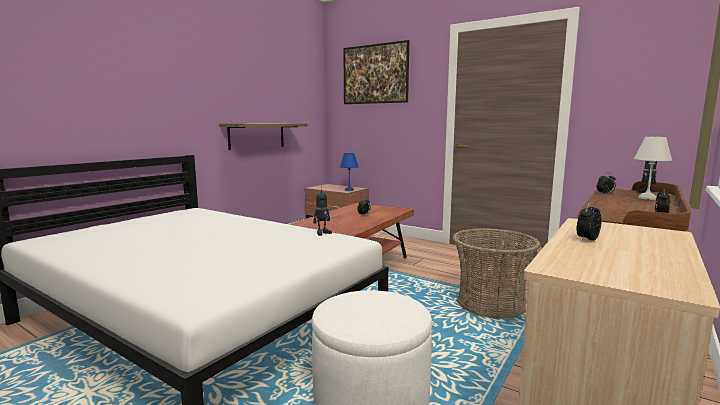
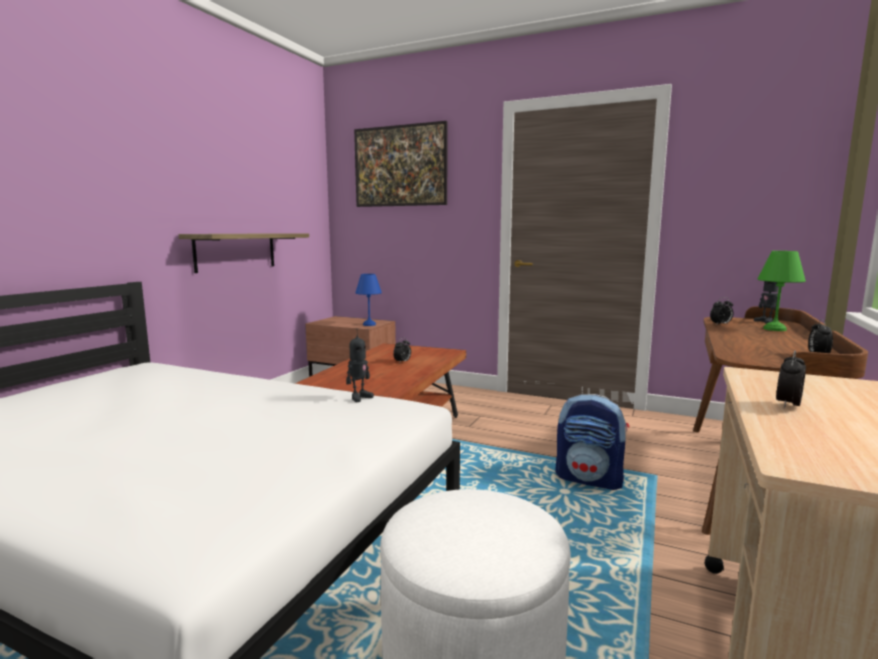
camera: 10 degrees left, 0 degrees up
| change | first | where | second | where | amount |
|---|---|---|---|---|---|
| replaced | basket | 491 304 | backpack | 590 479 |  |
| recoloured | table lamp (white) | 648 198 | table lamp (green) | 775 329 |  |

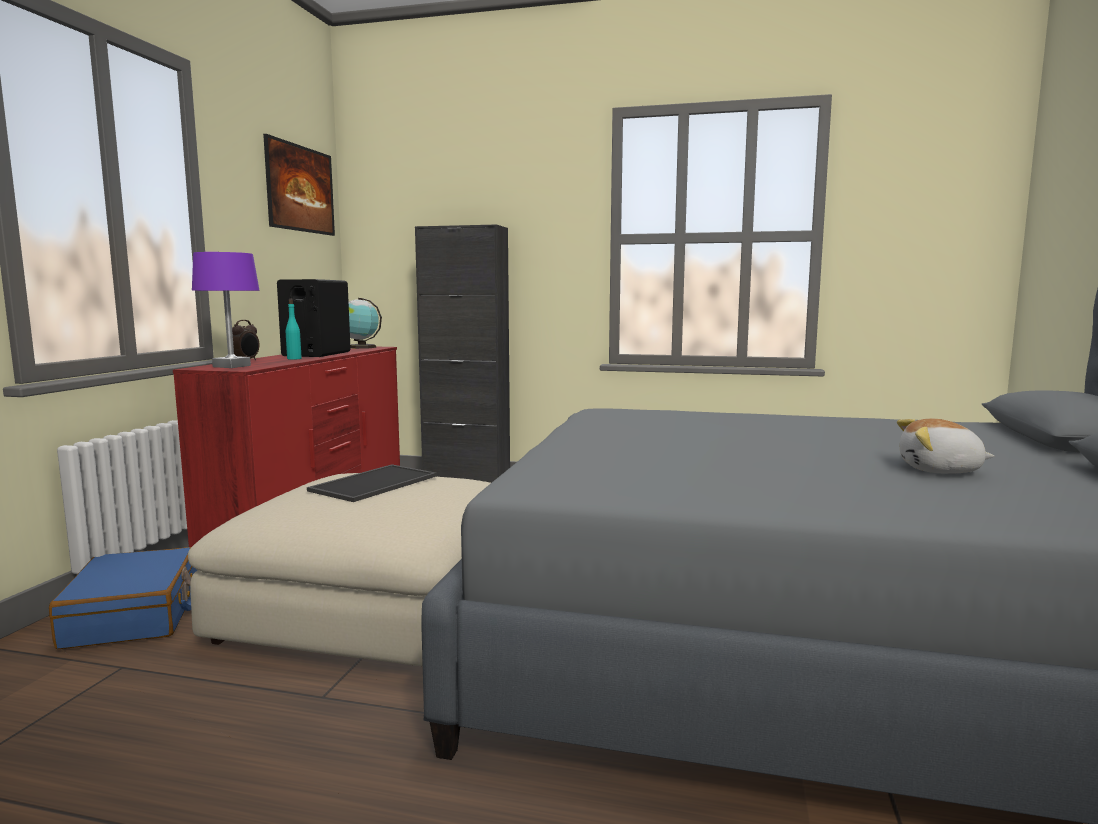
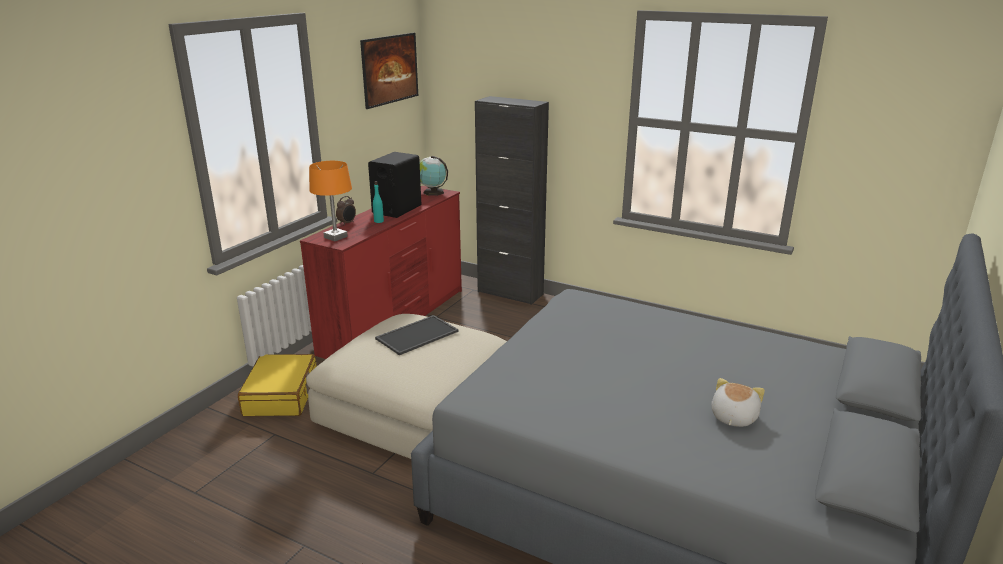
camera: 15 degrees right, 15 degrees up
| change | first | where | second | where | amount |
|---|---|---|---|---|---|
| recoloured | suitcase (blue) | 134 615 | suitcase (yellow) | 282 395 |  |
| recoloured | table lamp (purple) | 231 366 | table lamp (orange) | 335 237 |  |
| turned | plush toy | 940 470 |  | 732 417 | 90 degrees clockwise |

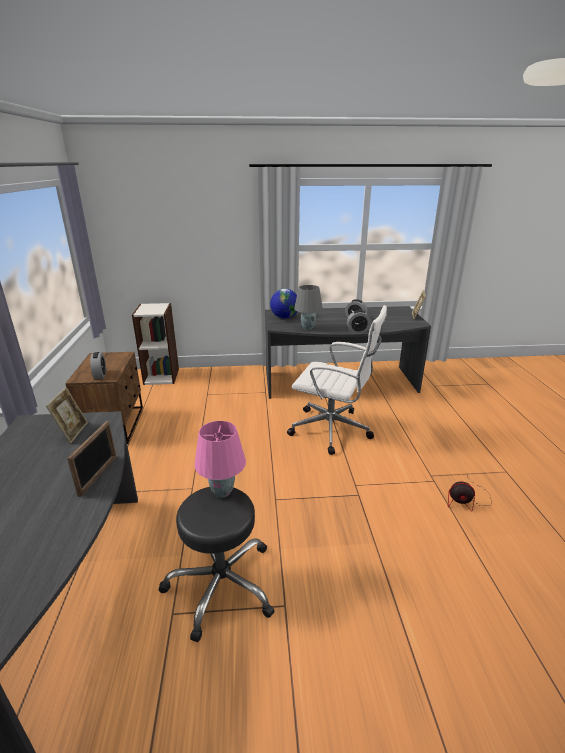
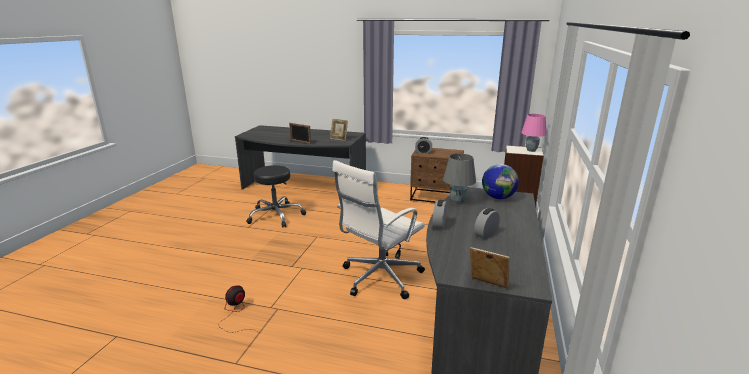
camera: 110 degrees right, 5 degrees down
| change | first | where | second | where | amount |
|---|---|---|---|---|---|
| moved | table lamp (pink) | 223 492 |  | 531 150 |  |

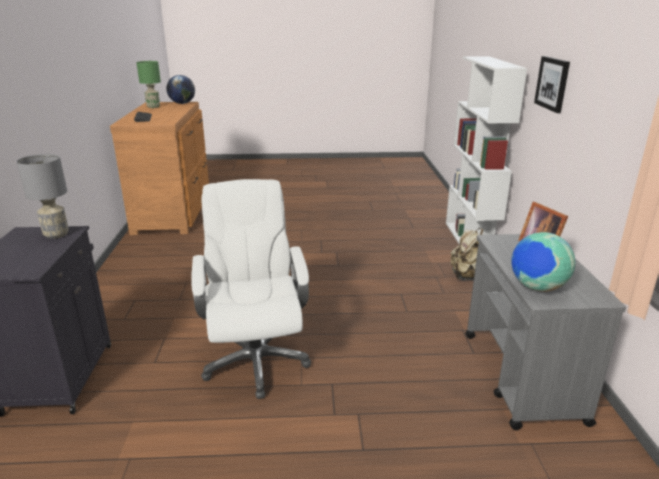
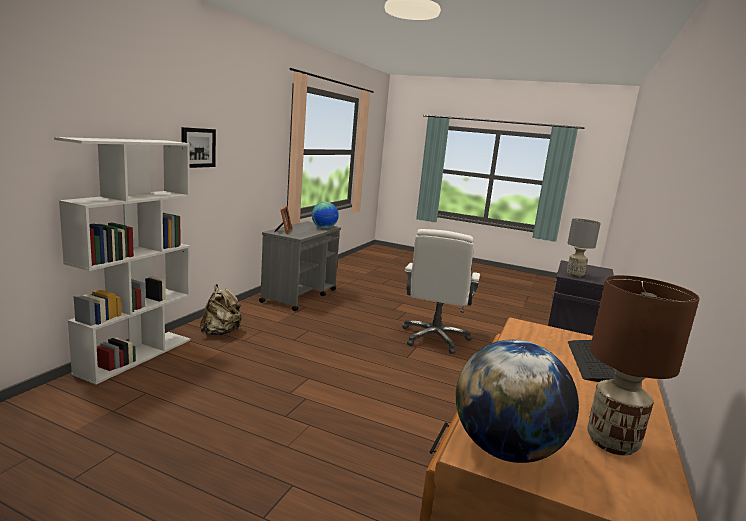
camera: 155 degrees left, 10 degrees down
| change | first | where | second | where | amount |
|---|---|---|---|---|---|
| recoloured | table lamp (green) | 153 107 | table lamp (brown) | 613 443 |  |

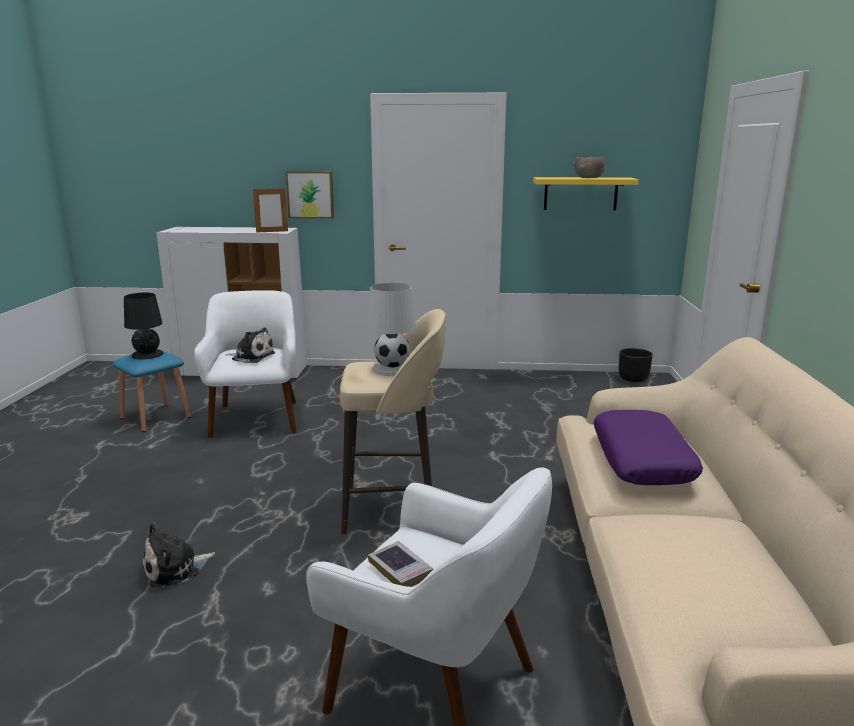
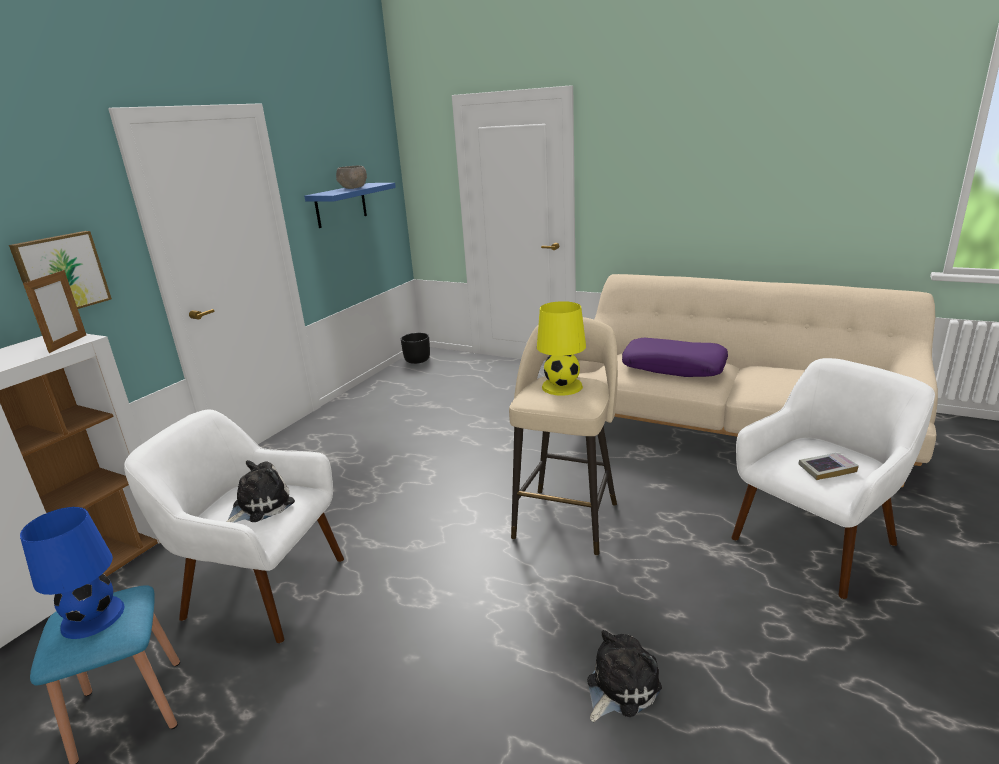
camera: 65 degrees left, 5 degrees up
| change | first | where | second | where | amount |
|---|---|---|---|---|---|
| recoloured | table lamp (black) | 148 354 | table lamp (blue) | 93 616 |  |
| recoloured | table lamp (white) | 392 369 | table lamp (yellow) | 562 387 |  |
| recoloured | shelf (yellow) | 580 193 | shelf (blue) | 341 205 |  |
| turned | plush toy | 175 569 |  | 619 687 | 120 degrees counterclockwise |

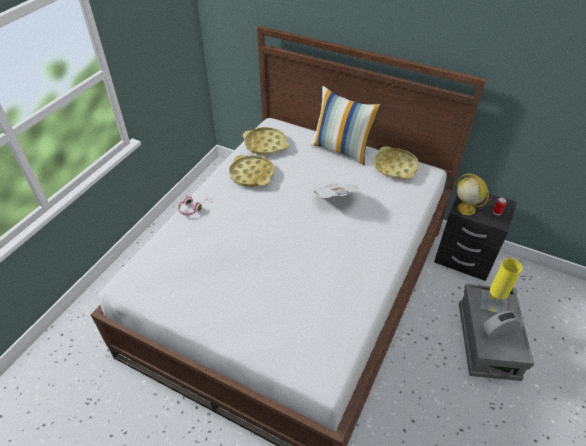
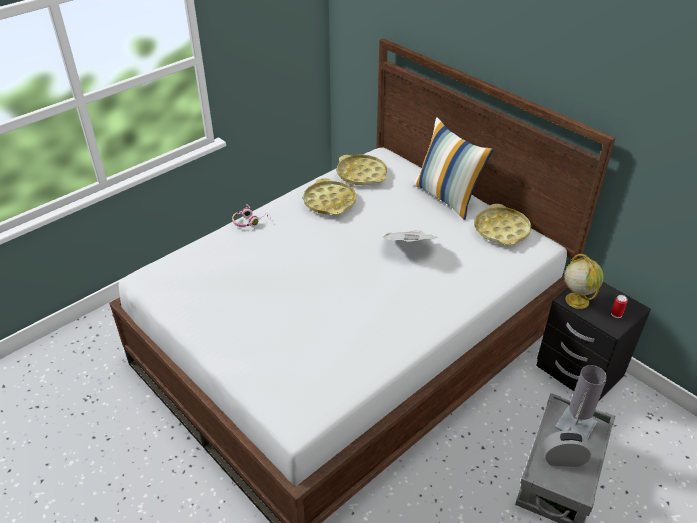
camera: 20 degrees right, 5 degrees down
| change | first | where | second | where | amount |
|---|---|---|---|---|---|
| recoloured | table lamp (yellow) | 493 303 | table lamp (grey) | 575 425 |  |

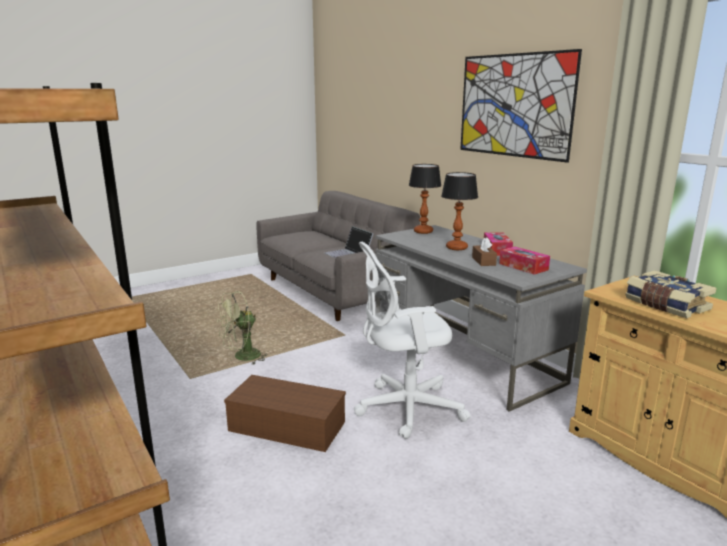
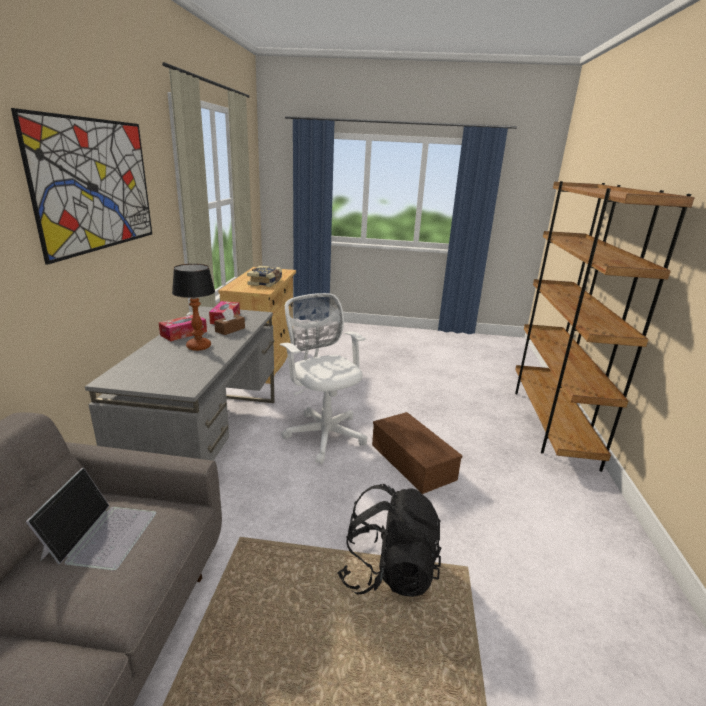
camera: 140 degrees left, 5 degrees up
| change | first | where | second | where | amount |
|---|---|---|---|---|---|
| removed | table lamp | 423 231 |  |  |  |
| replaced | fan (green) | 242 357 | backpack (black) | 388 572 |  |
| turned | office chair (white) | 404 408 |  | 323 433 | 150 degrees counterclockwise |

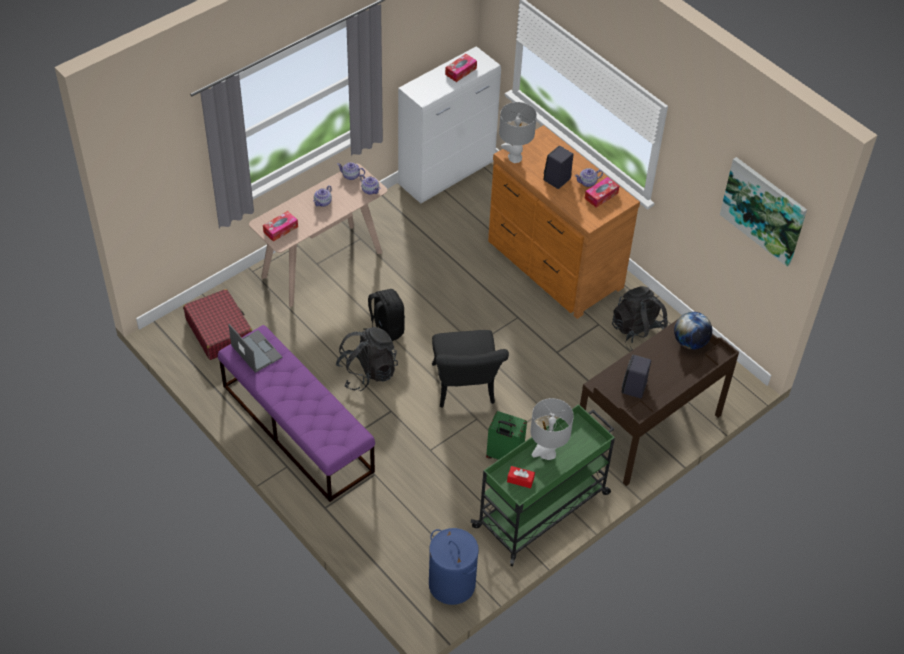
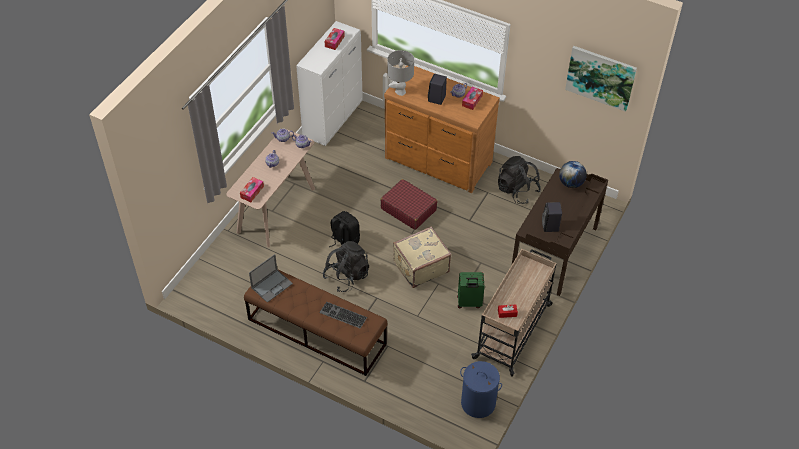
camera: 20 degrees left, 0 degrees up
| change | first | where | second | where | amount |
|---|---|---|---|---|---|
| removed | table lamp (grey) | 547 453 |  |  |  |
| added |  |  | keyboard | 342 315 |  |
| moved | suitcase (red) | 219 331 |  | 408 209 |  |
| replaced | chair (black) | 465 390 | suitcase (beige) | 420 266 |  |
| recoloured | bench (purple) | 297 428 | bench (brown) | 316 331 |  |
| recoloured | cart (green) | 543 509 | cart (beige) | 513 330 |  |
| turned | laptop | 256 351 |  | 272 285 | 105 degrees clockwise |

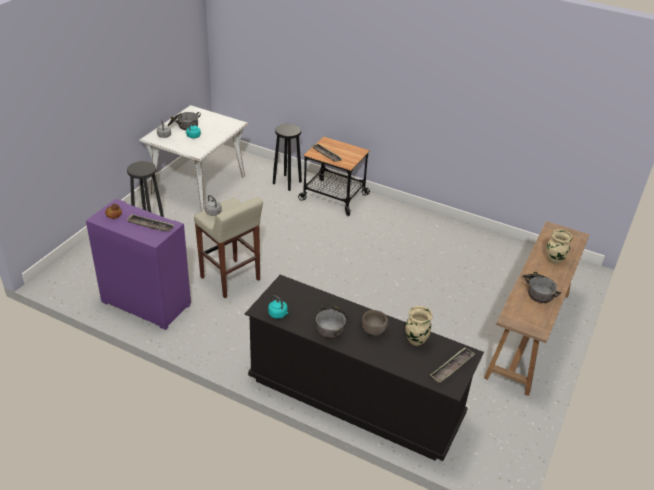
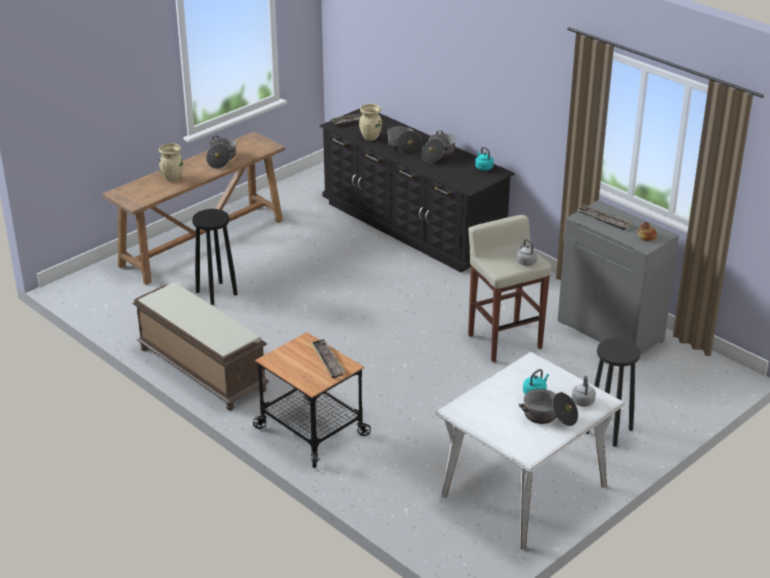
camera: 160 degrees left, 5 degrees down
| change | first | where | second | where | amount |
|---|---|---|---|---|---|
| added |  |  | bench (brown) | 201 369 |  |
| moved | stool (black) | 287 182 |  | 216 293 |  |
| replaced | bowl (brown) | 373 331 | cooking pot | 403 147 |  |
| recoloured | cabinet (purple) | 145 303 | cabinet (grey) | 611 331 |  |

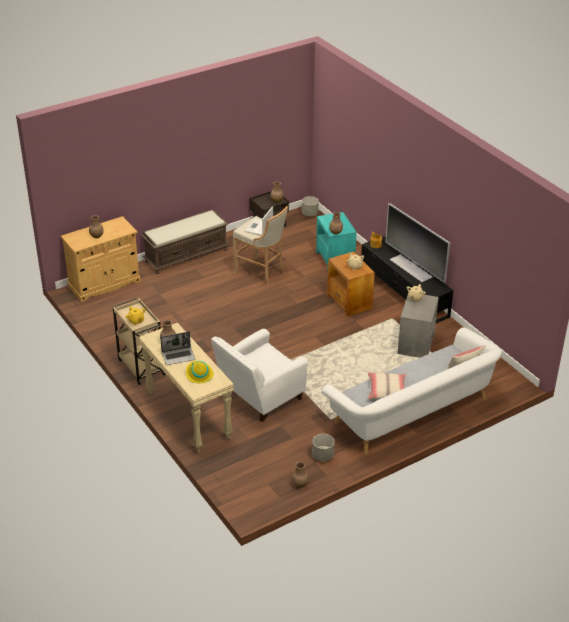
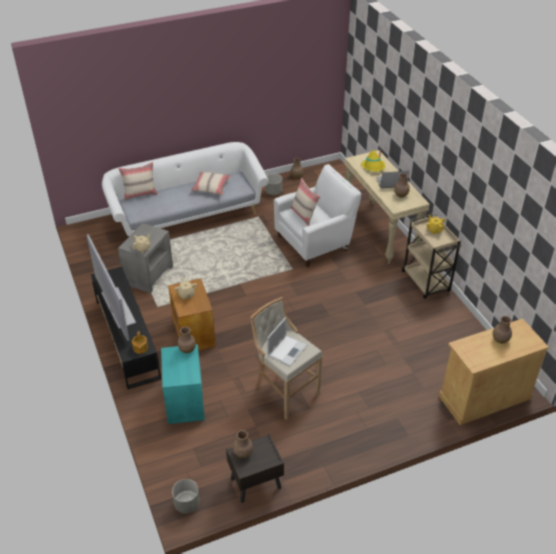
camera: 170 degrees left, 5 degrees up
| change | first | where | second | where | amount |
|---|---|---|---|---|---|
| removed | bench (brown) | 186 255 |  |  |  |
| added |  |  | pillow (beige) | 304 215 |  |

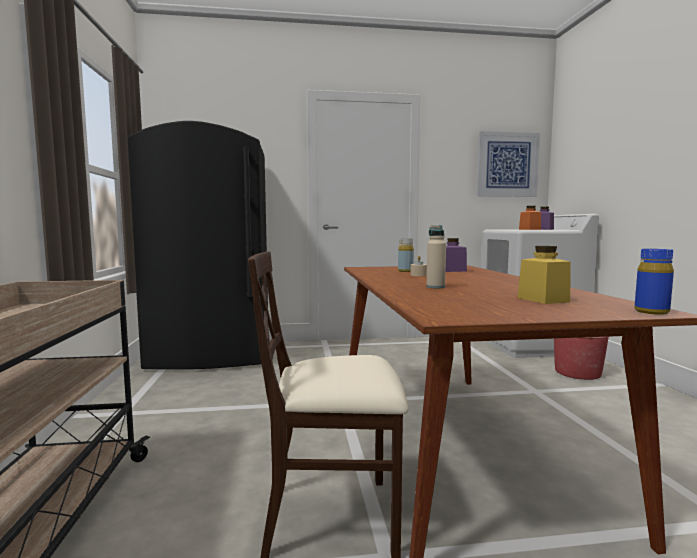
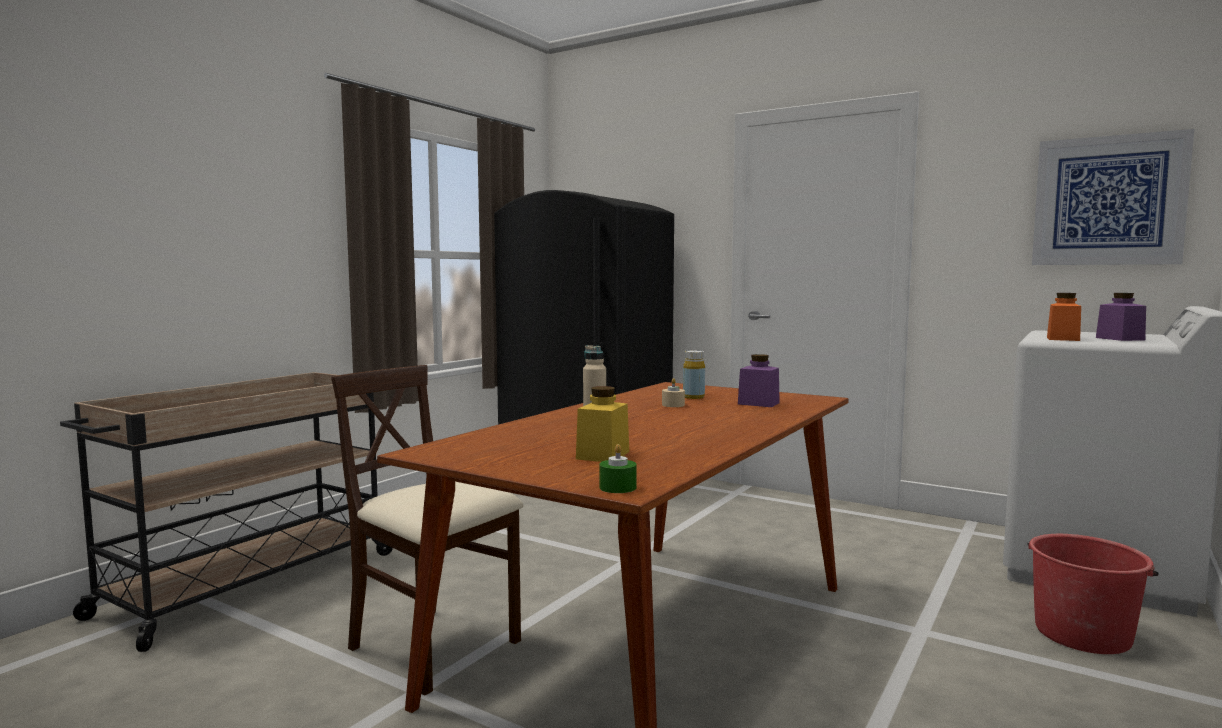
camera: 40 degrees right, 0 degrees up
| change | first | where | second | where | amount |
|---|---|---|---|---|---|
| replaced | bottle (blue) | 651 312 | candle (green) | 617 487 |  |

